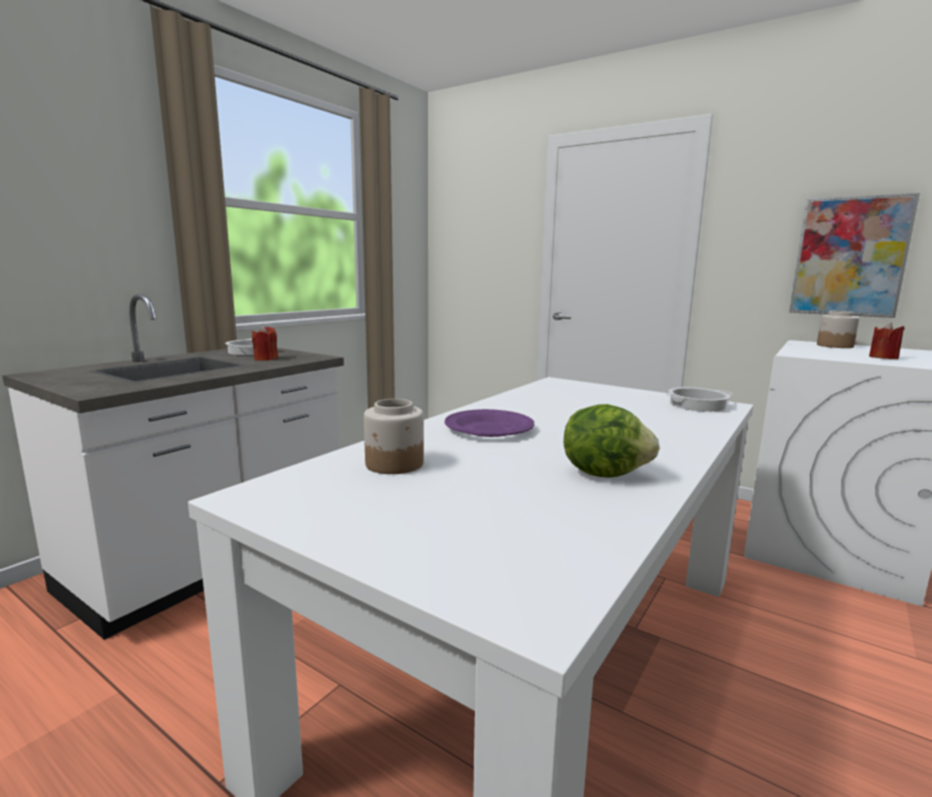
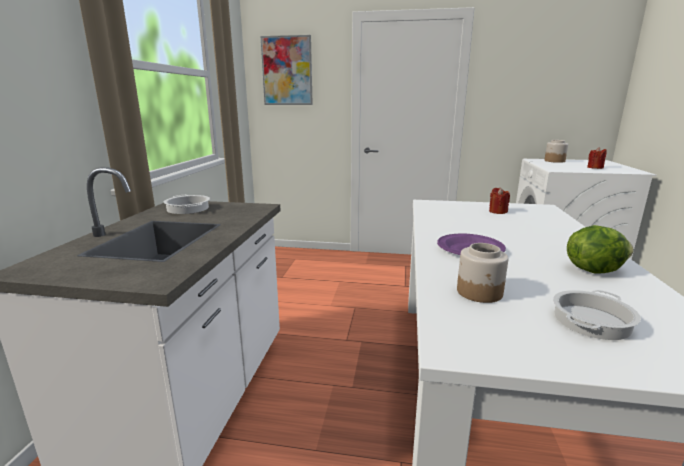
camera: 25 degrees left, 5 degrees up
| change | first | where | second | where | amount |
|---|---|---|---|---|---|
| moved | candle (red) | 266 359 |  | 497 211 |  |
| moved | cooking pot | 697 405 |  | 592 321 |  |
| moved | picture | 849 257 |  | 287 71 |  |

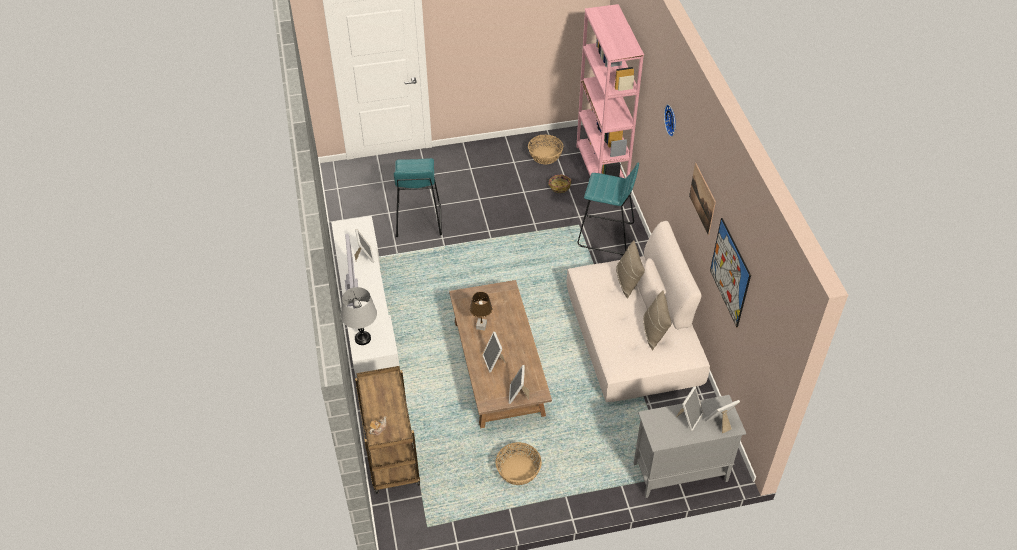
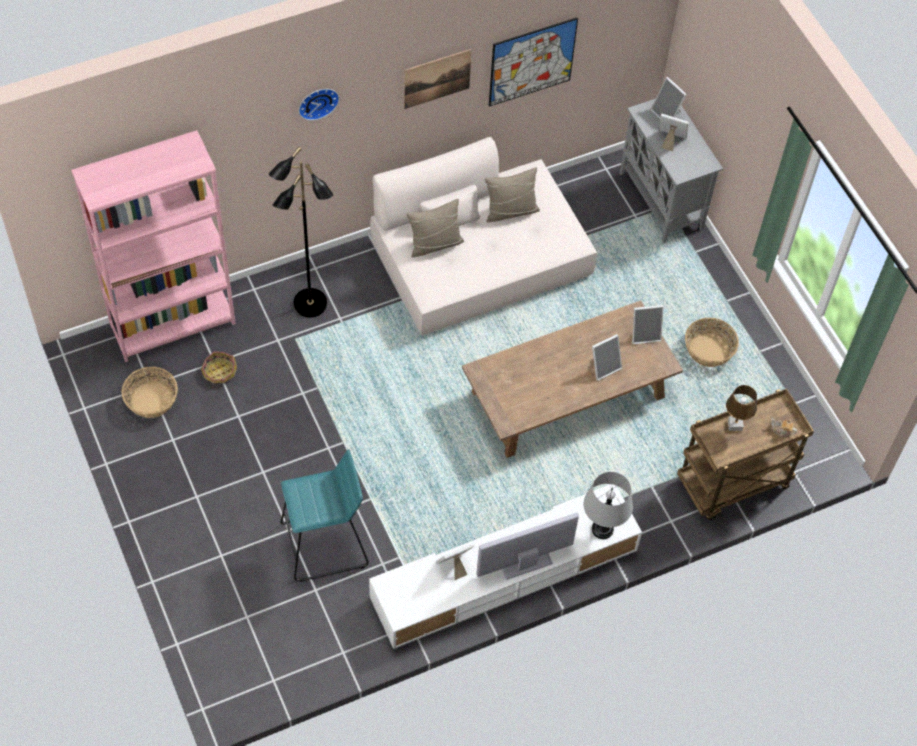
camera: 105 degrees left, 10 degrees up
| change | first | where | second | where | amount |
|---|---|---|---|---|---|
| moved | table lamp (brown) | 481 326 |  | 734 425 |  |
| replaced | stool (turquoise) | 606 235 | floor lamp (black) | 310 304 |  |

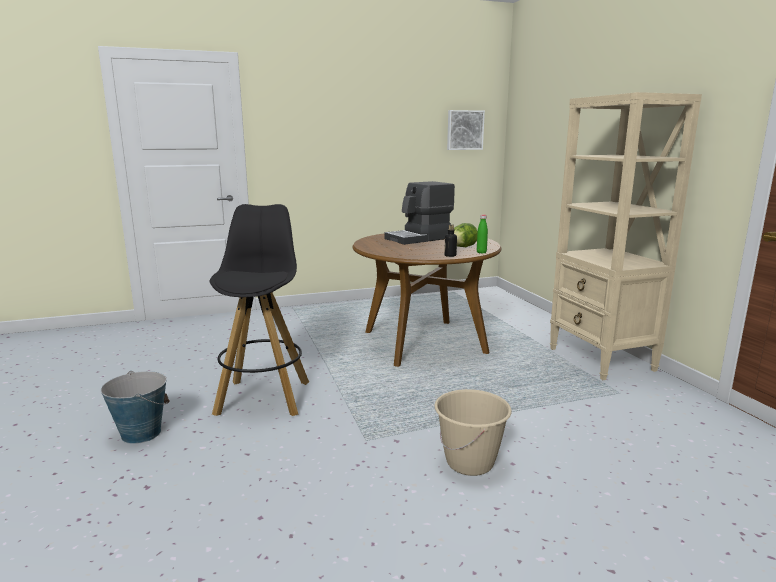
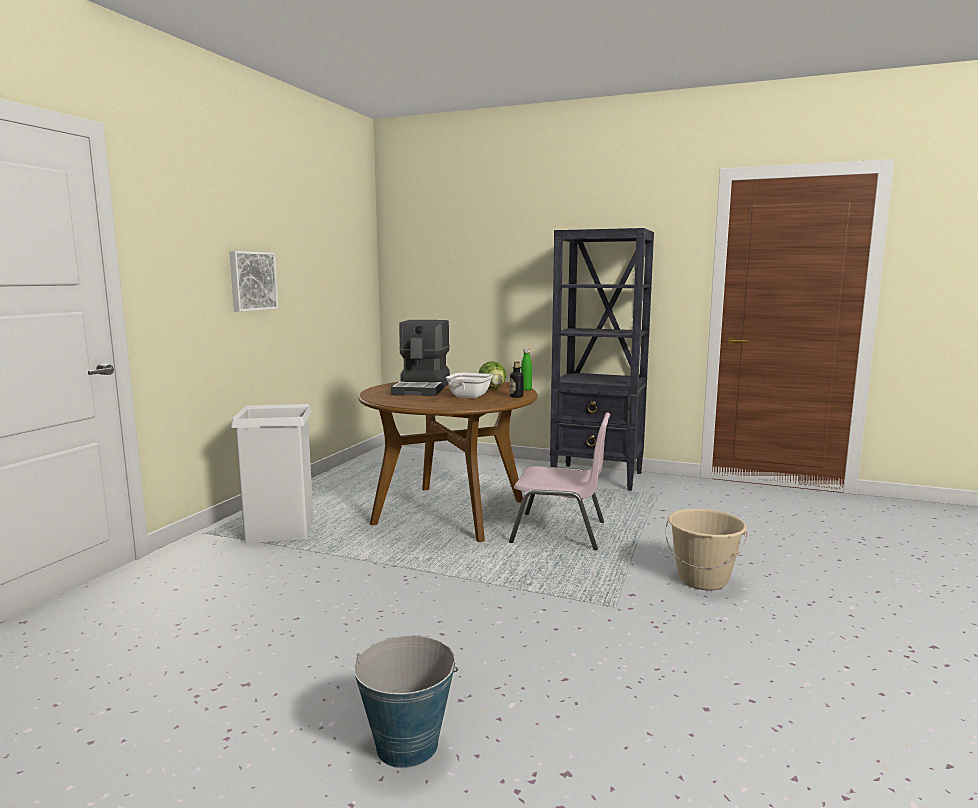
camera: 50 degrees left, 5 degrees down
| change | first | where | second | where | amount |
|---|---|---|---|---|---|
| removed | stool (black) | 264 397 |  |  |  |
| added |  |  | trash can (white) | 281 530 |  |
| added |  |  | frying pan | 467 397 |  |
| added |  |  | chair (pink) | 560 532 |  |
| moved | picture | 464 130 |  | 252 281 |  |
| recoloured | bookcase (beige) | 601 359 | bookcase (black) | 598 477 |  |

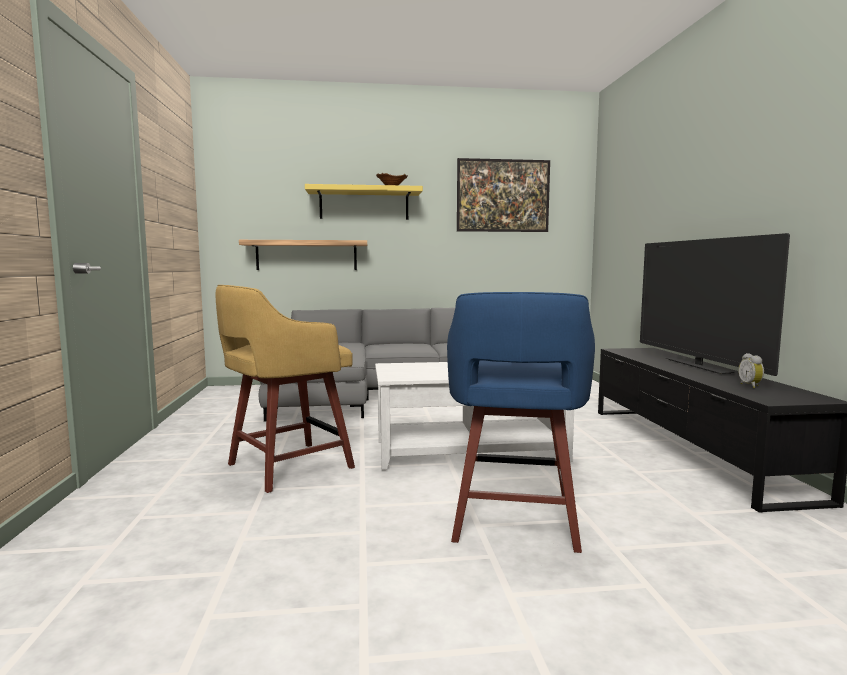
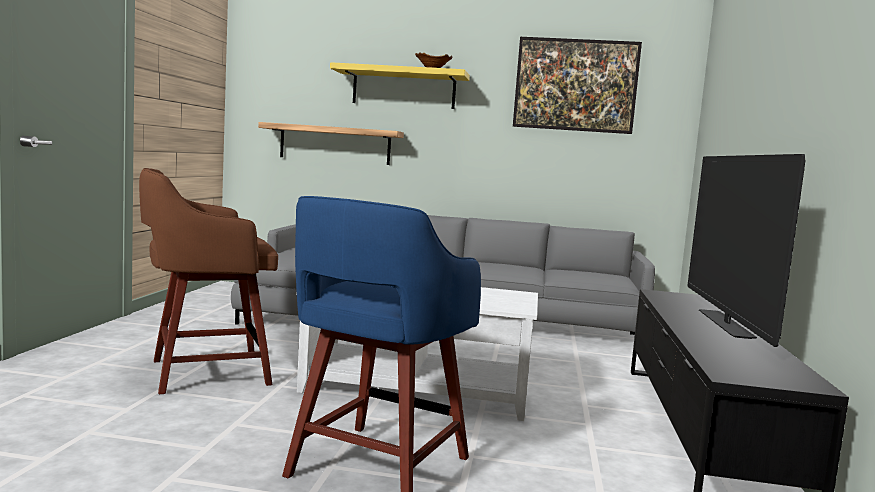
camera: 15 degrees right, 0 degrees up
| change | first | where | second | where | amount |
|---|---|---|---|---|---|
| removed | alarm clock | 751 386 |  |  |  |
| recoloured | stool (yellow) | 286 467 | stool (brown) | 205 372 |  |

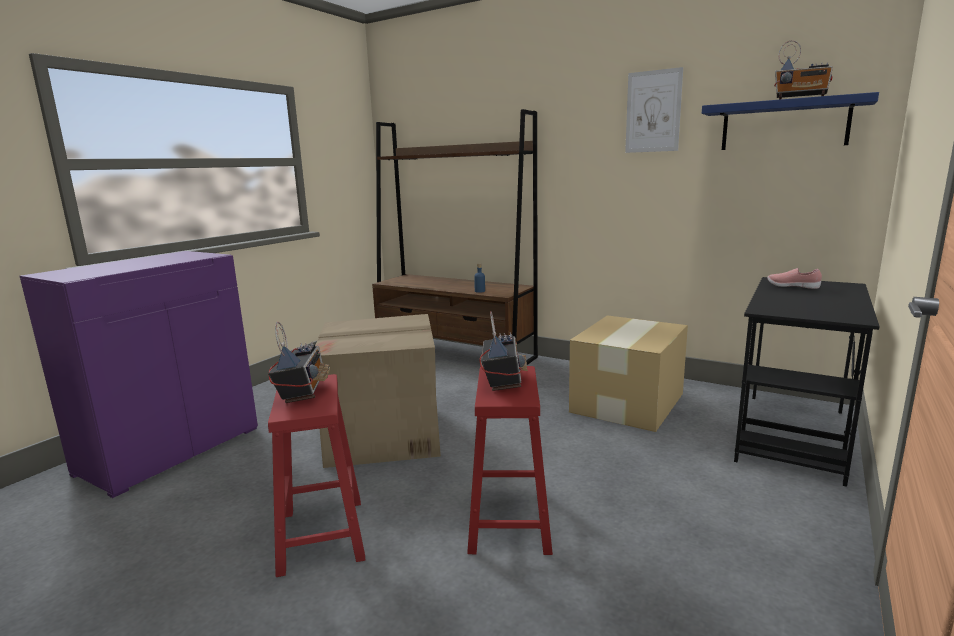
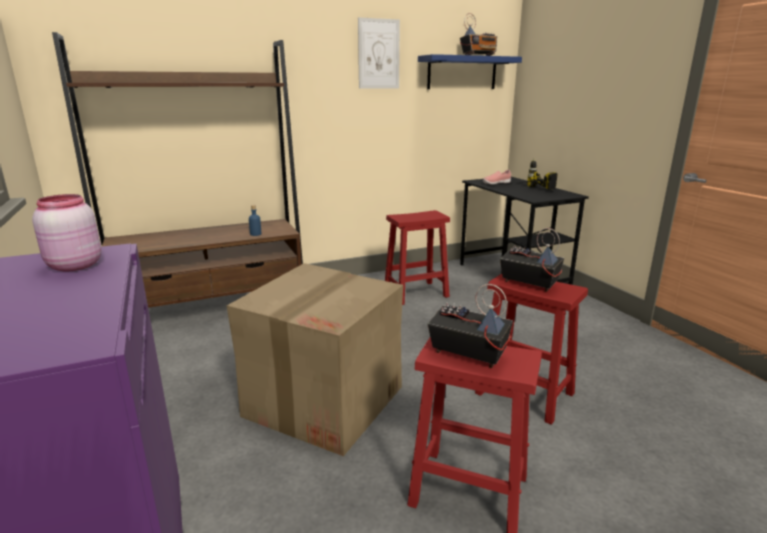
camera: 55 degrees left, 5 degrees up
| change | first | where | second | where | amount |
|---|---|---|---|---|---|
| added |  |  | jar (pink) | 73 266 |  |
| added |  |  | power drill | 531 189 |  |
| replaced | cardboard box | 628 402 | stool (red) | 417 293 |  |

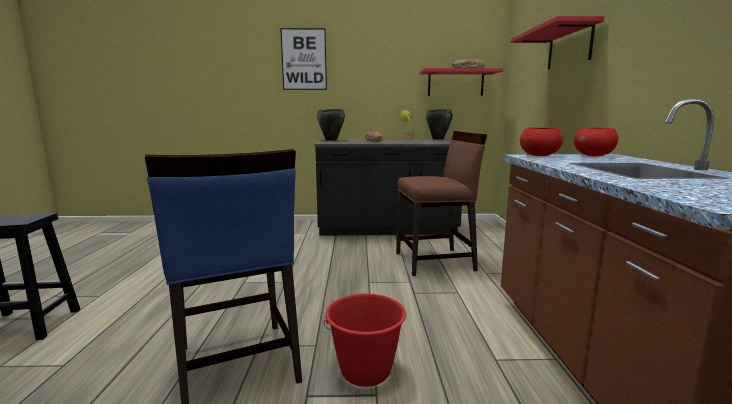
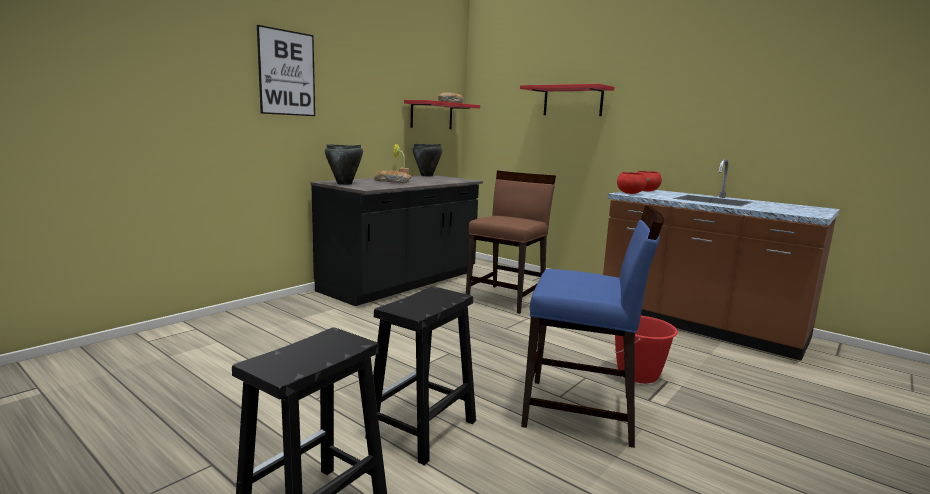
camera: 50 degrees left, 0 degrees up
| change | first | where | second | where | amount |
|---|---|---|---|---|---|
| added |  |  | stool (black) | 422 430 |  |

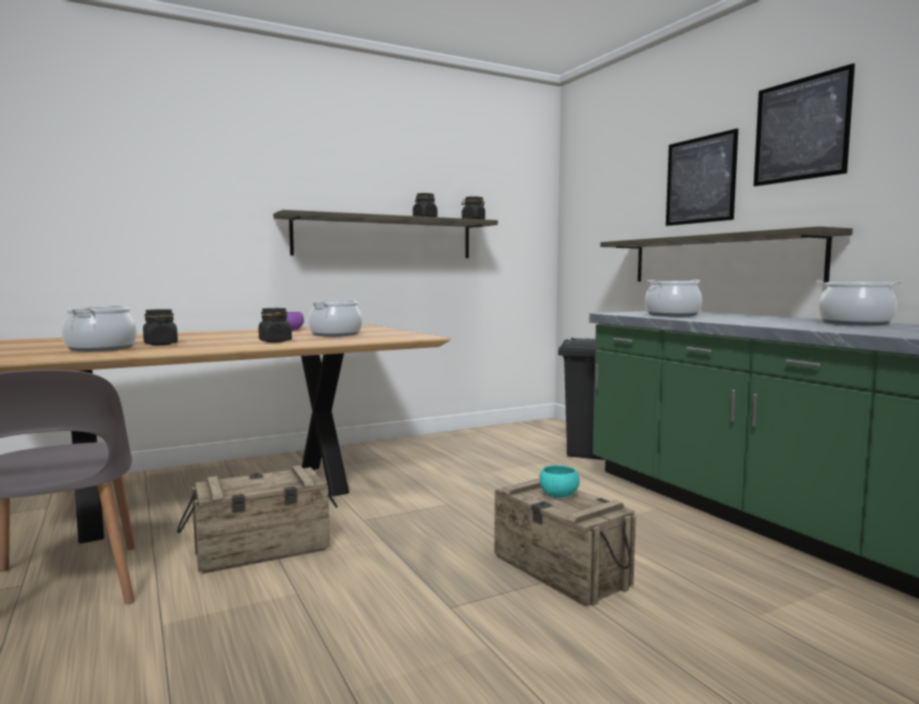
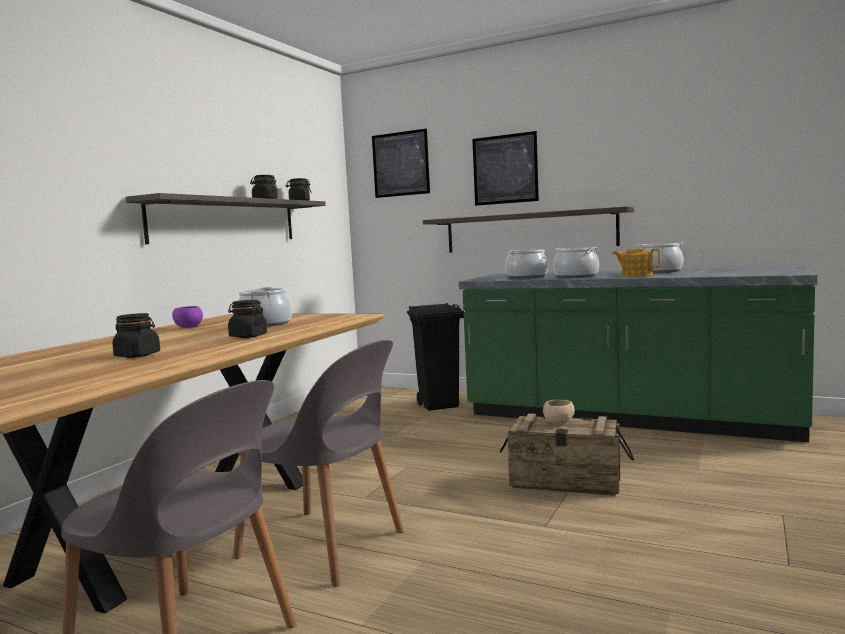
camera: 35 degrees left, 0 degrees up
| change | first | where | second | where | amount |
|---|---|---|---|---|---|
| added |  |  | teapot | 636 276 |  |
| moved | cooking pot | 101 348 |  | 576 276 |  |
| moved | picture | 801 129 |  | 400 164 |  |
| replaced | crate | 262 550 | chair (grey) | 324 546 |  |
| recoloured | bowl (turquoise) | 559 495 | bowl (beige) | 558 423 |  |

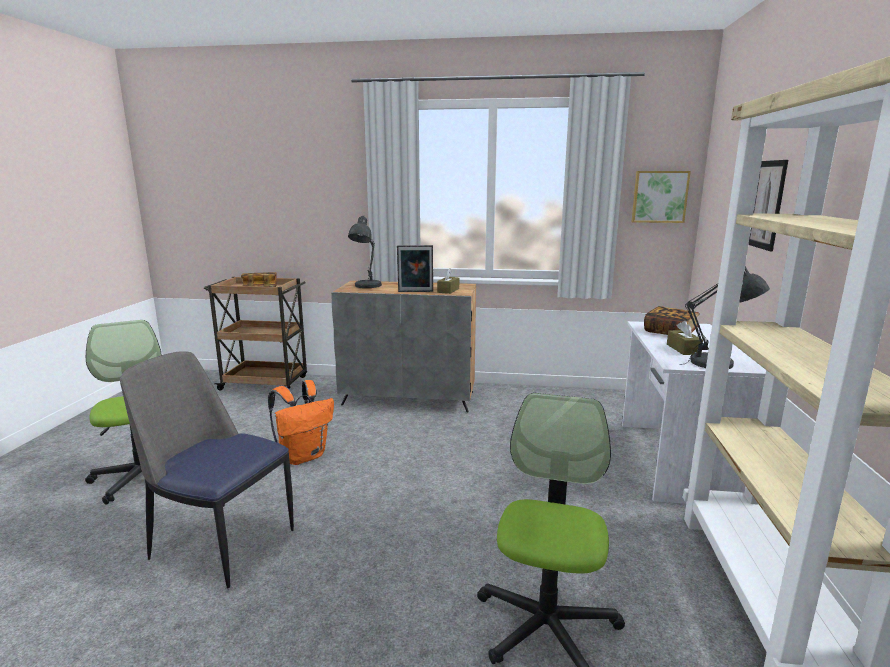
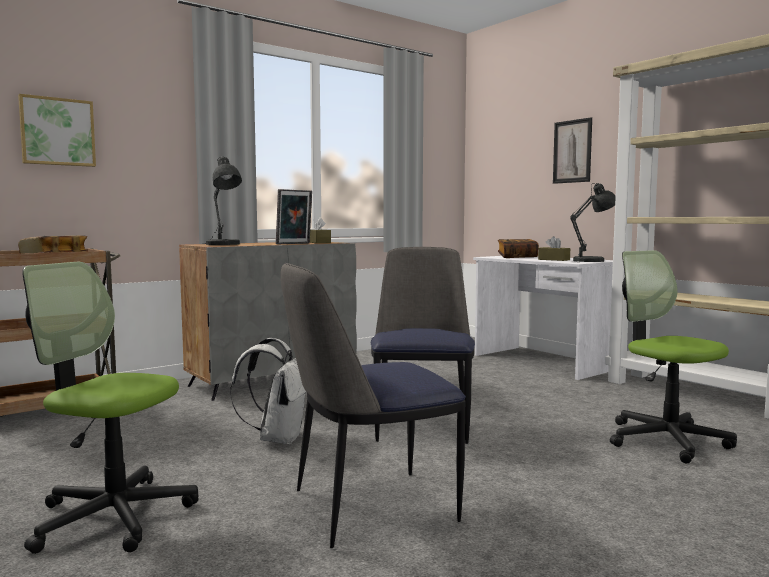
camera: 45 degrees left, 10 degrees down
| change | first | where | second | where | amount |
|---|---|---|---|---|---|
| added |  |  | chair | 422 424 |  |
| moved | picture | 659 196 |  | 57 132 |  |
| recoloured | backpack (orange) | 303 456 | backpack (white) | 278 438 |  |

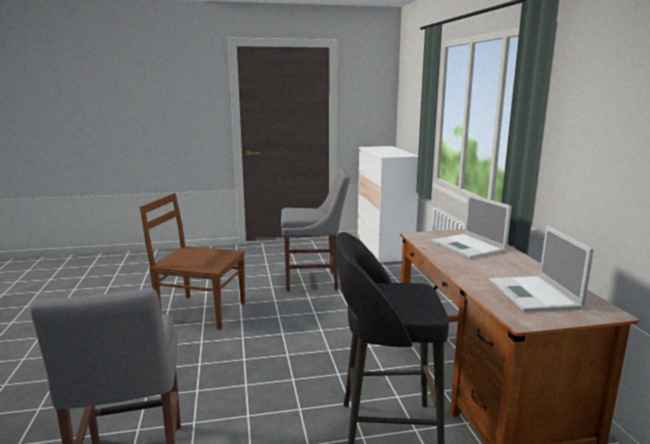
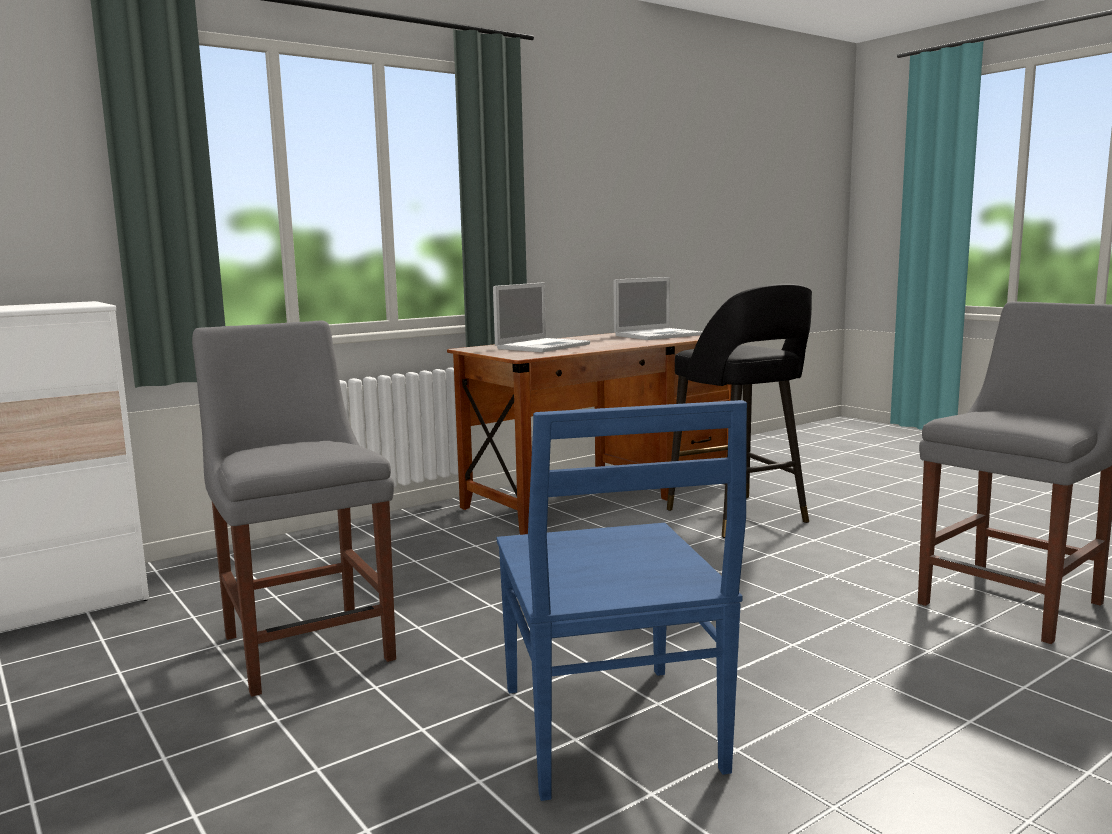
camera: 115 degrees left, 5 degrees down
| change | first | where | second | where | amount |
|---|---|---|---|---|---|
| recoloured | chair (brown) | 200 311 | chair (blue) | 610 731 |  |

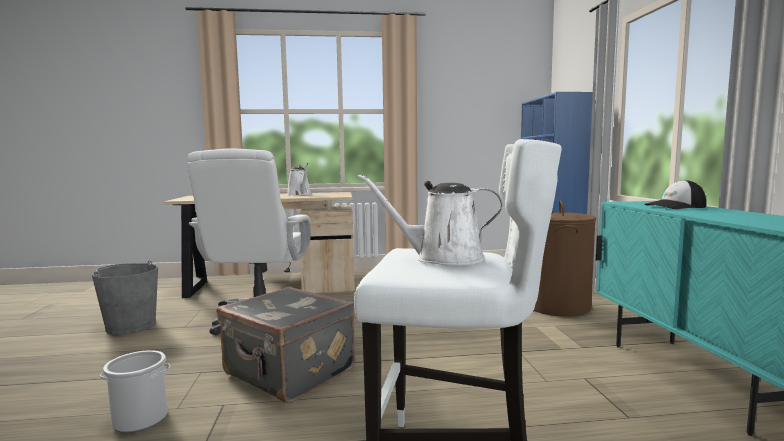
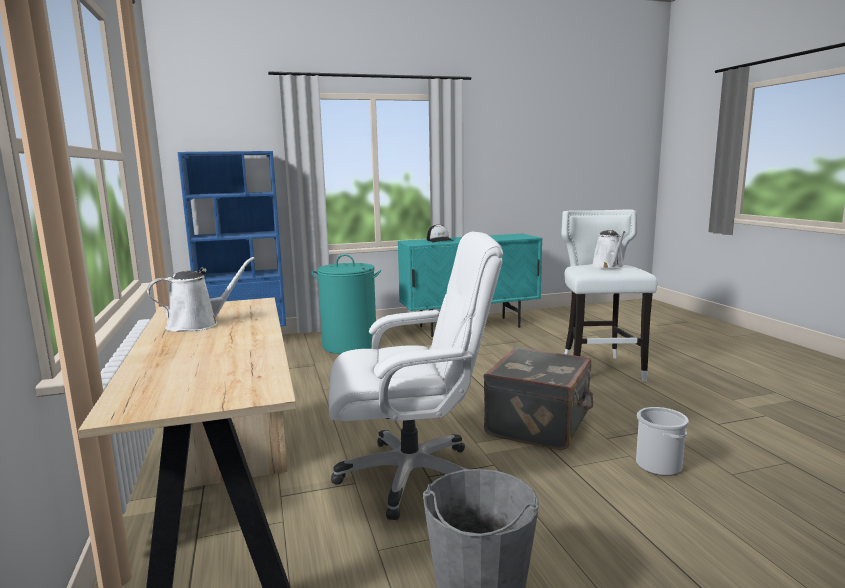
camera: 100 degrees left, 5 degrees up
| change | first | where | second | where | amount |
|---|---|---|---|---|---|
| recoloured | laundry basket (brown) | 557 306 | laundry basket (turquoise) | 350 345 |  |

